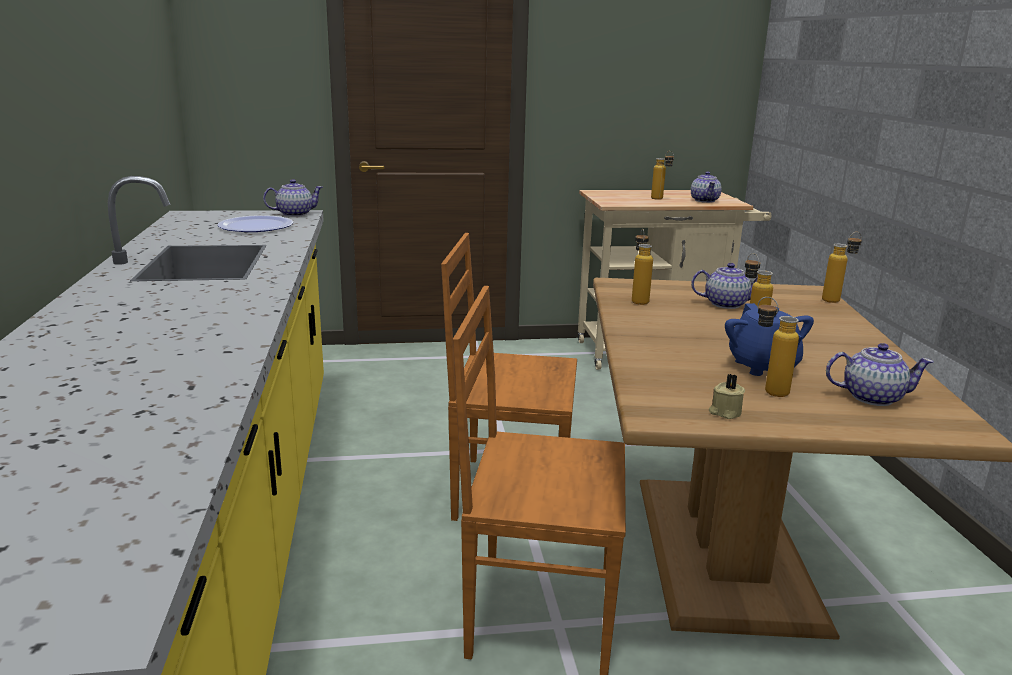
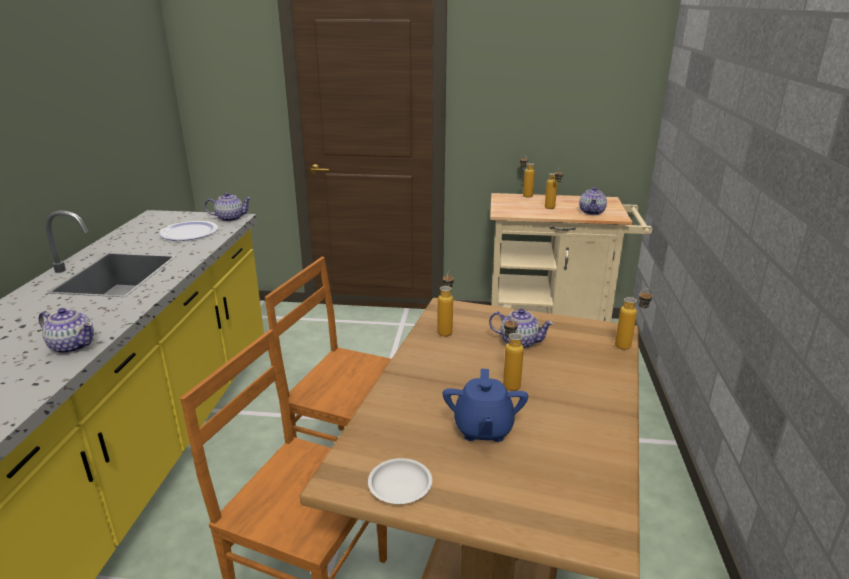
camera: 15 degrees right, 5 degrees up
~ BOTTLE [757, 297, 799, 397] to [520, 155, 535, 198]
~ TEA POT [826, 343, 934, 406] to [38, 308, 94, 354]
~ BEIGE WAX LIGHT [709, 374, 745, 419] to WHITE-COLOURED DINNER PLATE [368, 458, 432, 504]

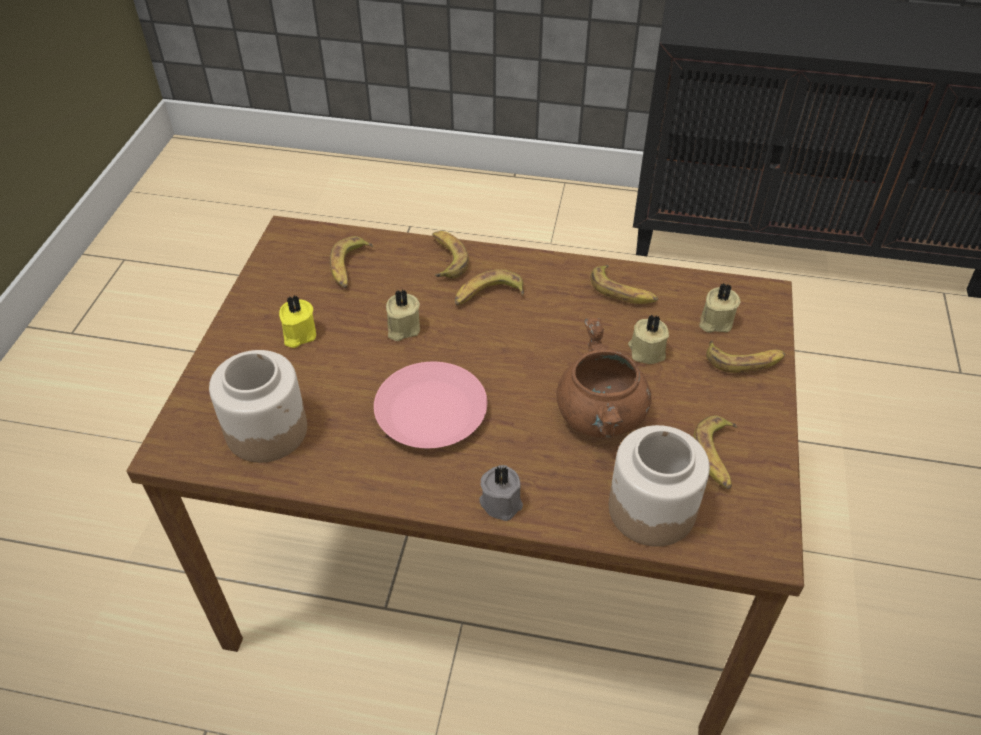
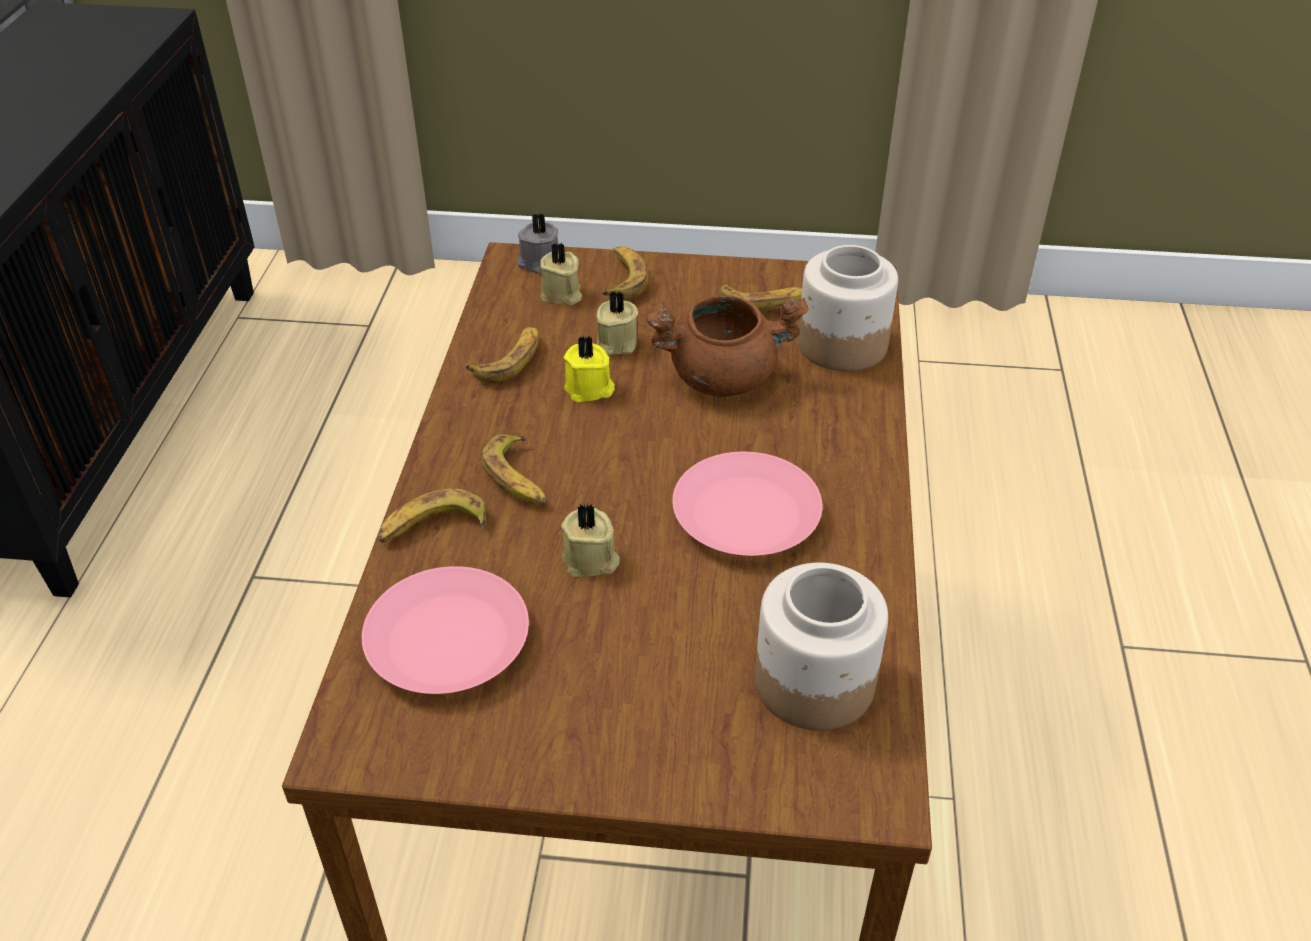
camera: 95 degrees left, 5 degrees down
~ YELLOW-COLOURED WAX LIGHT [279, 295, 316, 348] to [564, 336, 615, 402]
~ GRAY WAX LIGHT [479, 465, 523, 521] to [517, 213, 558, 274]
~ WHOLE BANANA [330, 236, 373, 289] to PINK-COLOURED DINNER PLATE [362, 566, 529, 694]

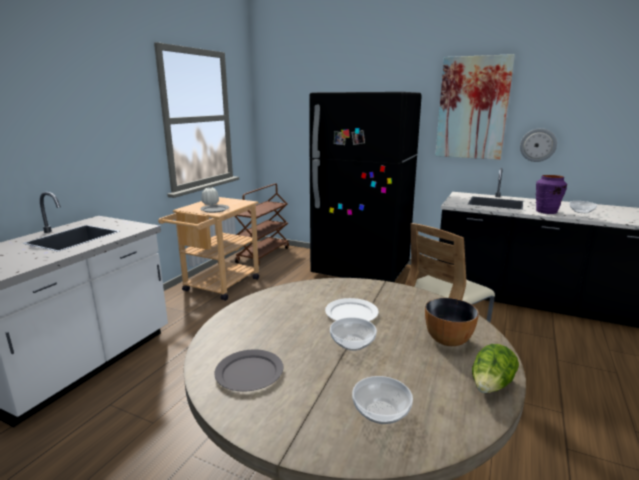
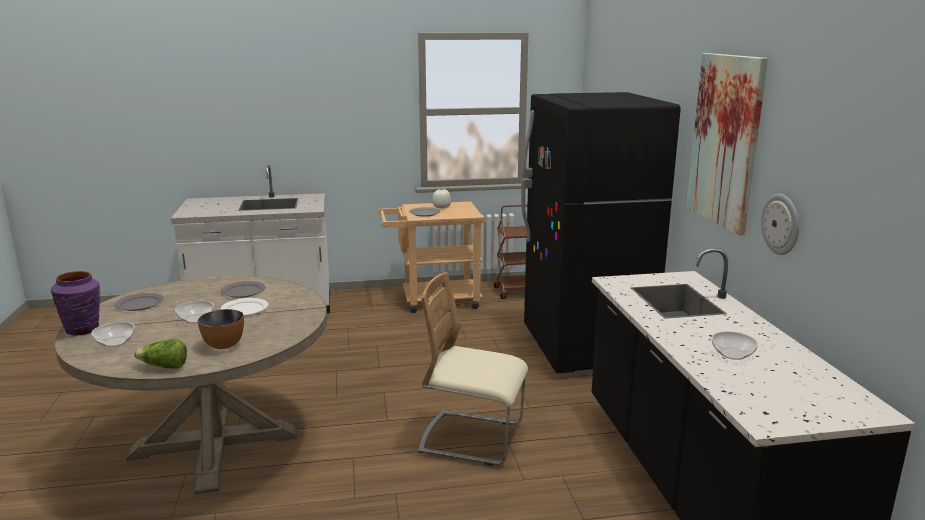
camera: 55 degrees right, 0 degrees up
+ GRAY DINNER PLATE [220, 281, 265, 298]
~ PURPLE VASE [536, 175, 567, 214] to [51, 271, 101, 335]

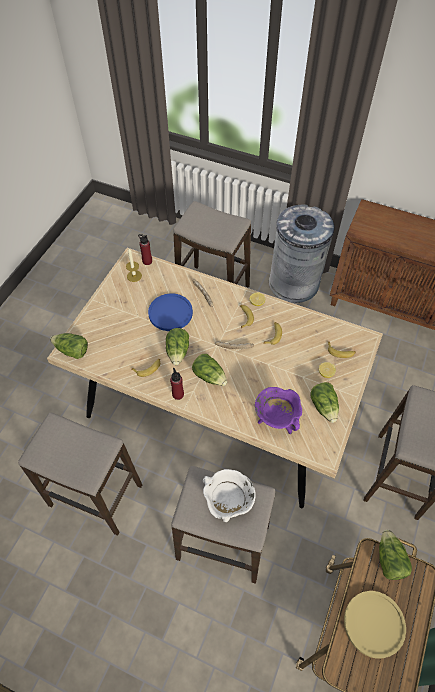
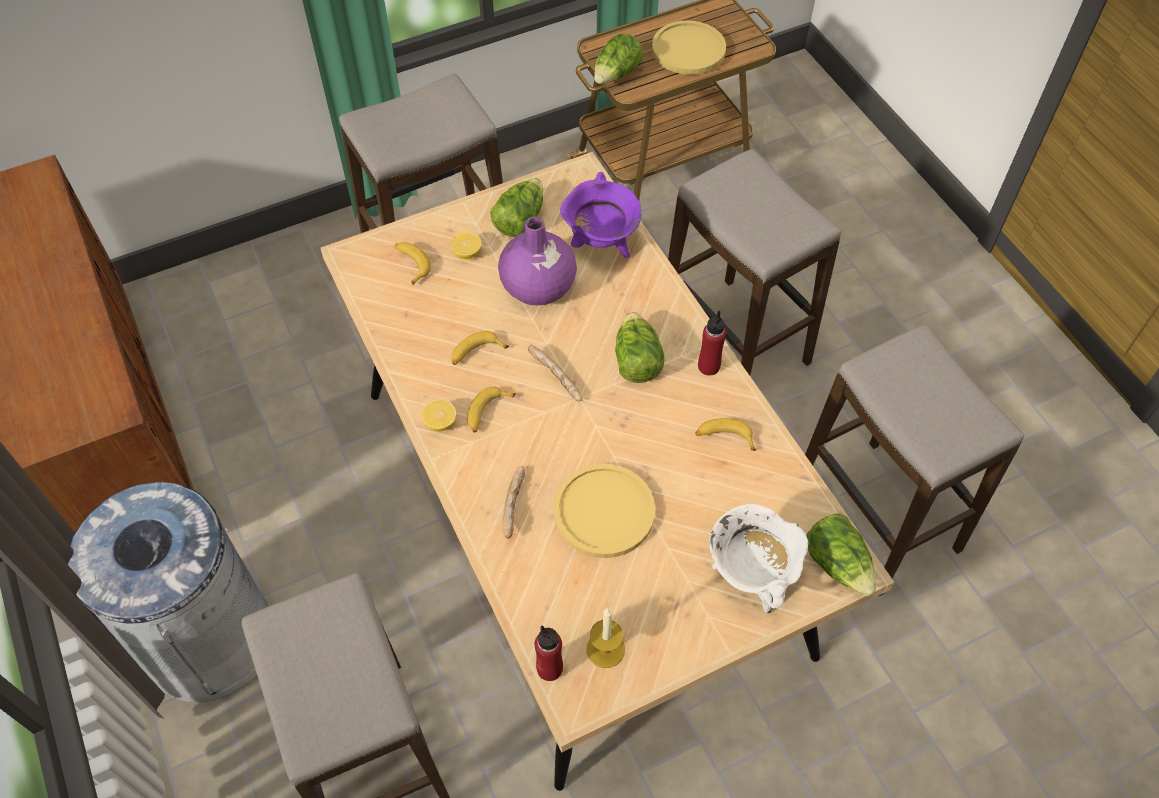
camera: 140 degrees left, 0 degrees up
- LETTUCE HEAD [166, 328, 189, 365]
+ PURPLE VASE [498, 217, 577, 305]
~ WHITE-COLOURED STOCKPOT [203, 469, 256, 522] to [709, 504, 808, 614]
~ BLUISH DINNER PLATE [148, 293, 193, 331] to YELLOW-COLOURED DINNER PLATE [554, 464, 655, 558]

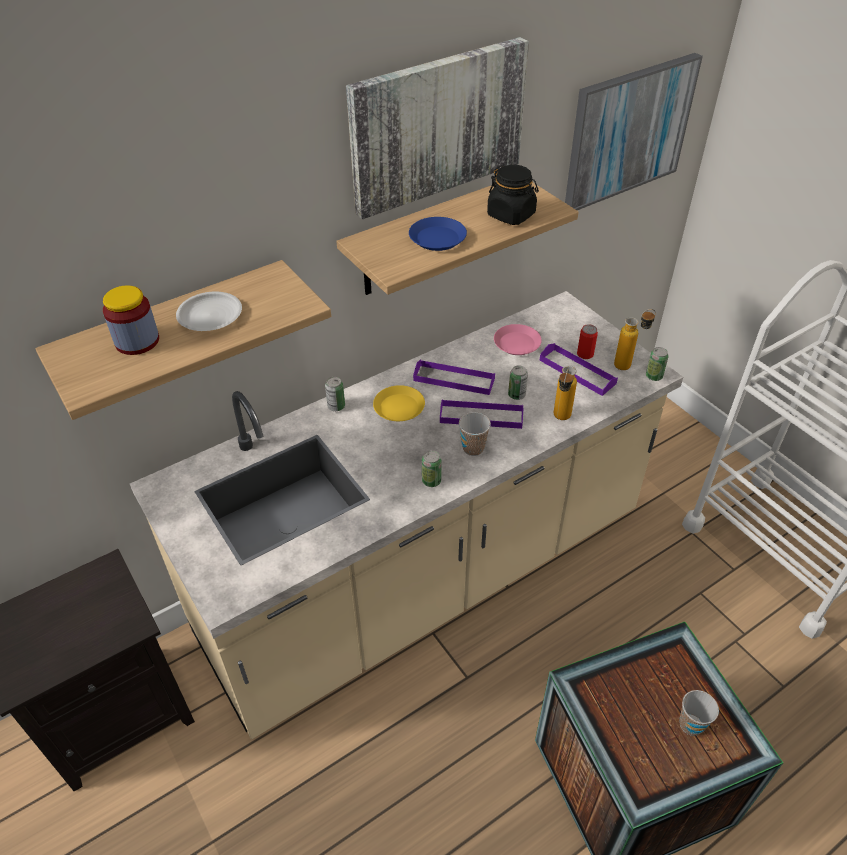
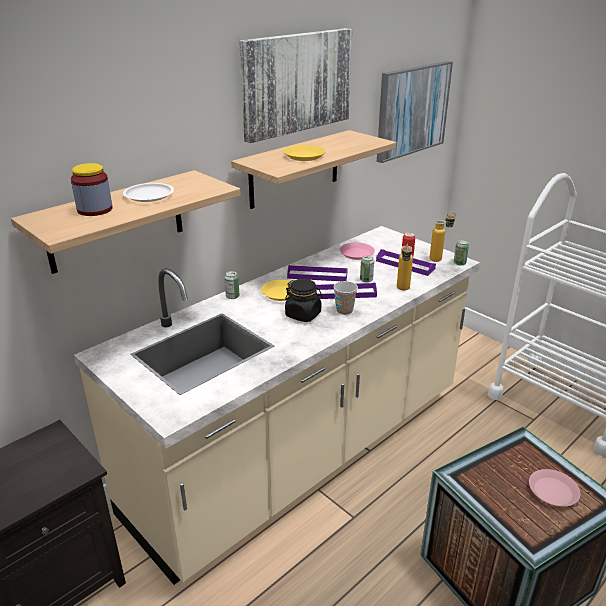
camera: 10 degrees left, 15 degrees down
- SEALED CAN [422, 450, 442, 487]
~ BLACK JAR [487, 165, 539, 225] to [285, 279, 323, 322]
~ DRINKING CUP [679, 690, 719, 736] to PINK-COLOURED DINNER PLATE [529, 469, 580, 507]
~ BLUISH DINNER PLATE [409, 217, 467, 251] to YELLOW-COLOURED DINNER PLATE [284, 145, 326, 161]

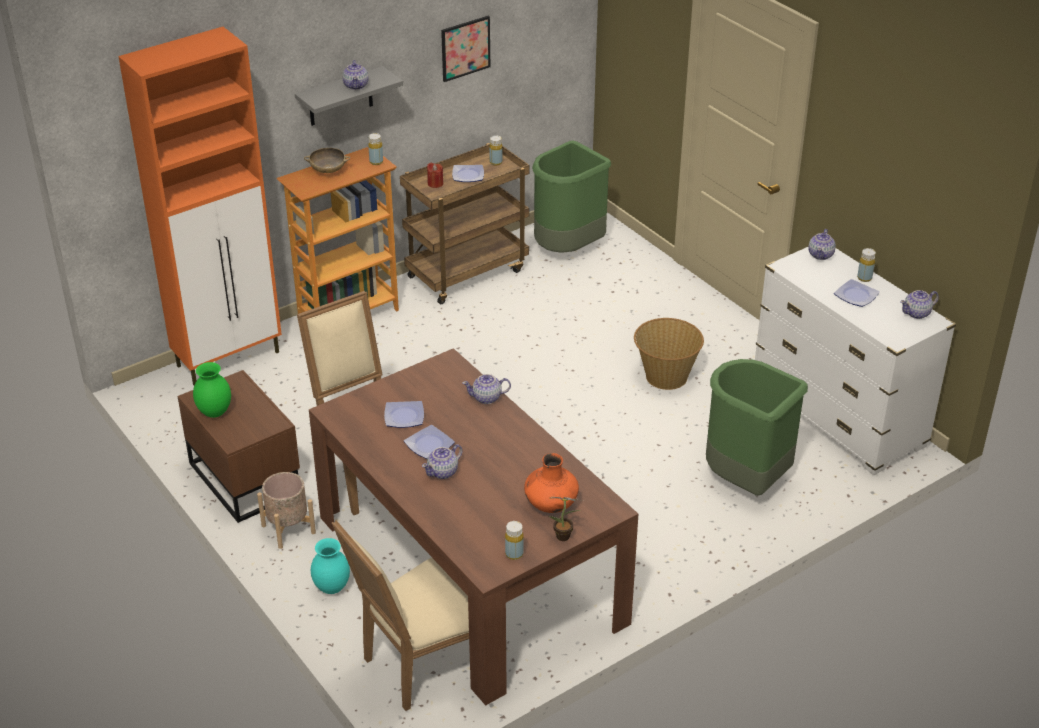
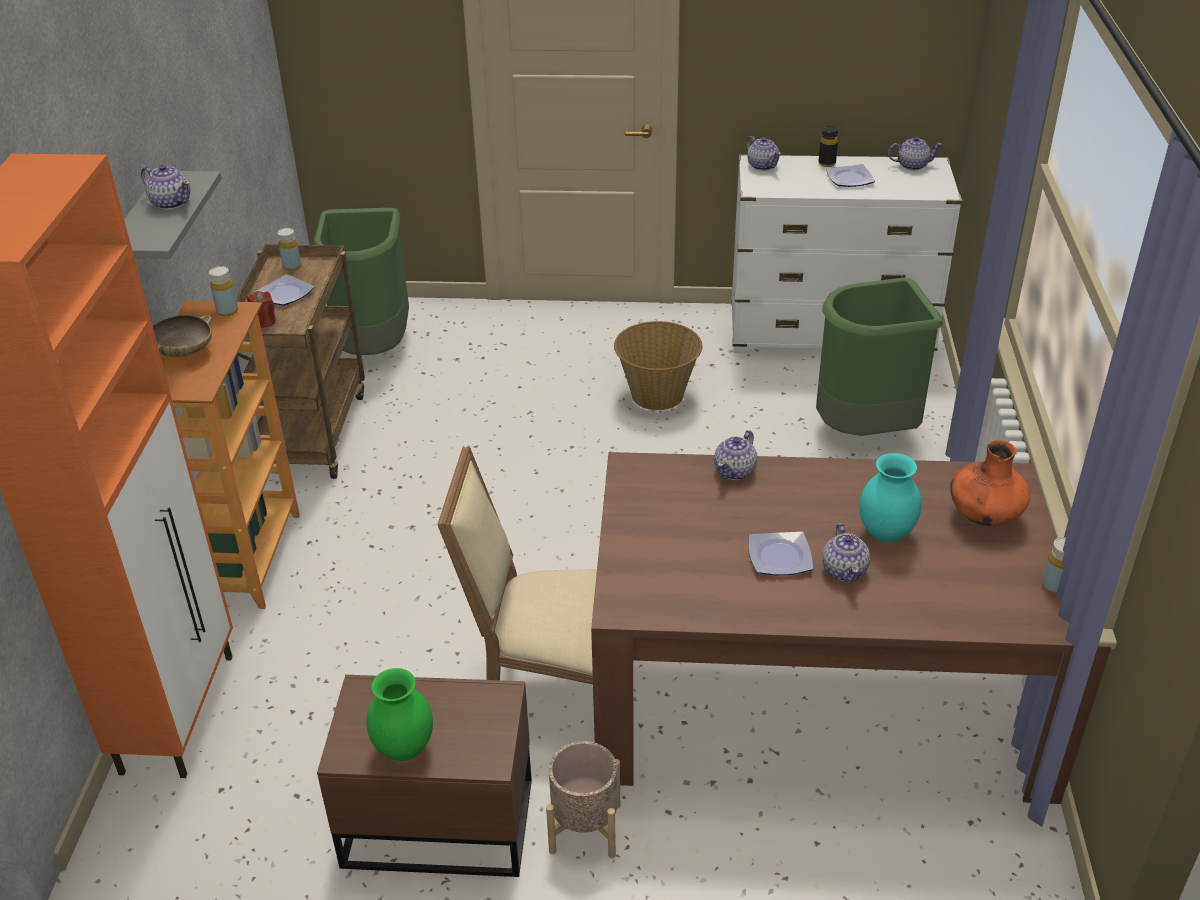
camera: 50 degrees left, 0 degrees up
- BEIGE CHAIR [332, 520, 469, 711]
- DINNER PLATE [384, 401, 424, 428]
- WALL ART [441, 16, 490, 82]
- PLANT IN A POT [549, 497, 583, 541]
~ TURQUOISE-COLOURED VASE [311, 538, 350, 594] to [859, 453, 922, 543]
~ YELLOW-COLOURED BOTTLE [857, 248, 876, 282] to BLACK BOTTLE [819, 126, 838, 167]
~ TEA POT [900, 290, 939, 319] = [888, 137, 942, 170] 105 degrees counterclockwise

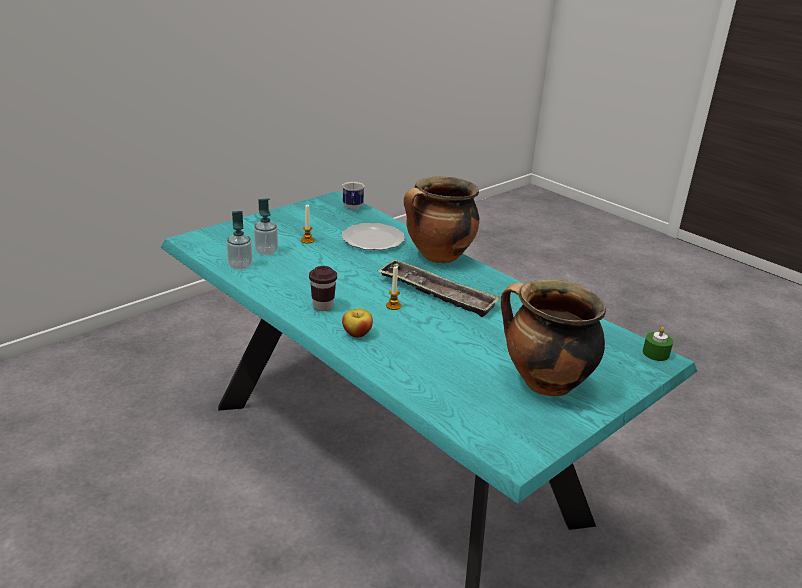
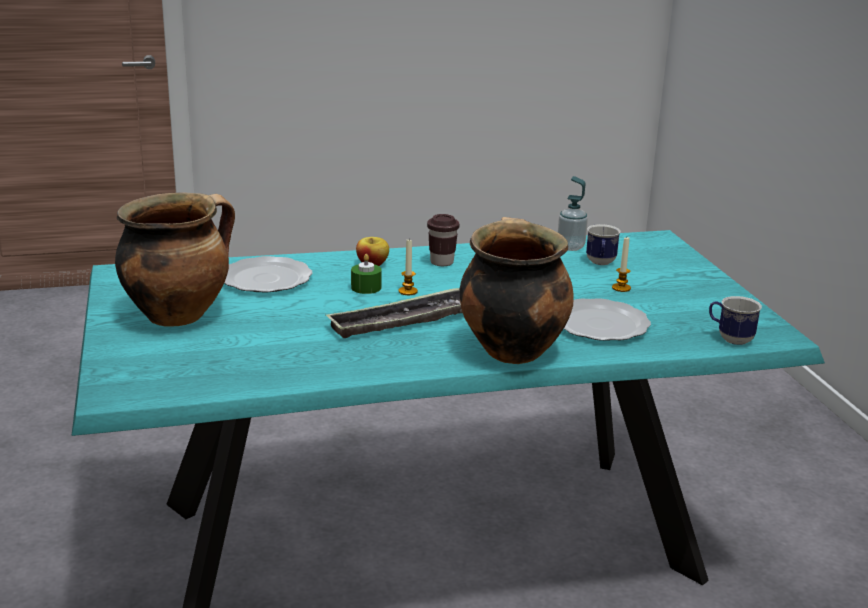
camera: 120 degrees right, 5 degrees down
+ DINNER PLATE [224, 256, 313, 292]
~ GREEN WAX LIGHT [643, 327, 673, 361] to [351, 254, 382, 294]
~ SOAP DISPENSER [254, 198, 278, 255] to TEA MUG [586, 224, 621, 265]

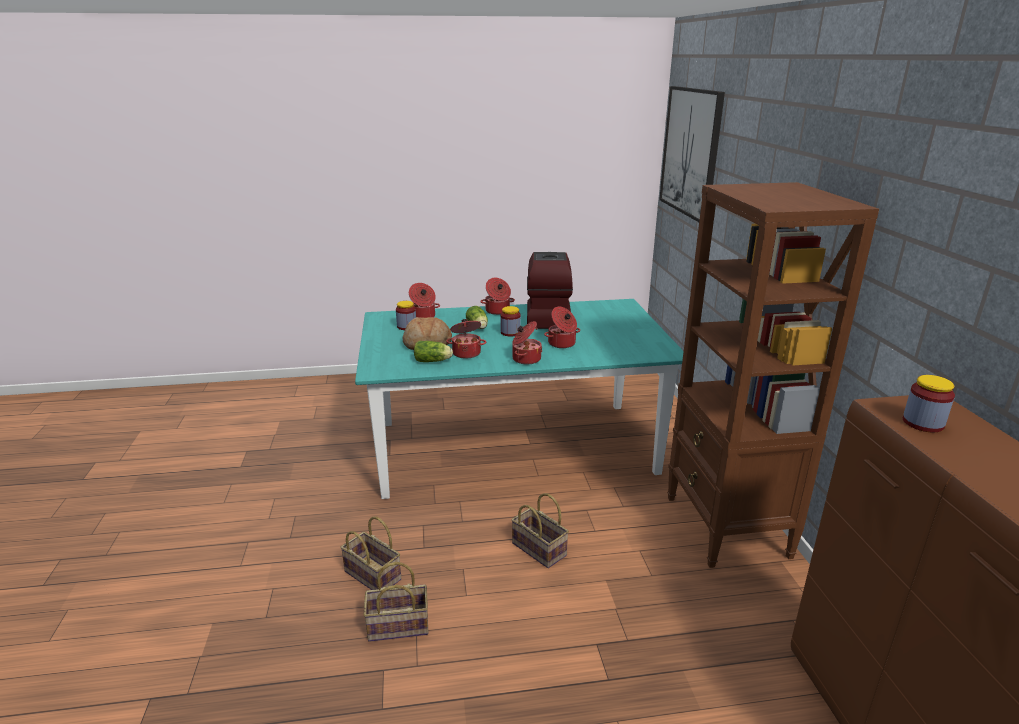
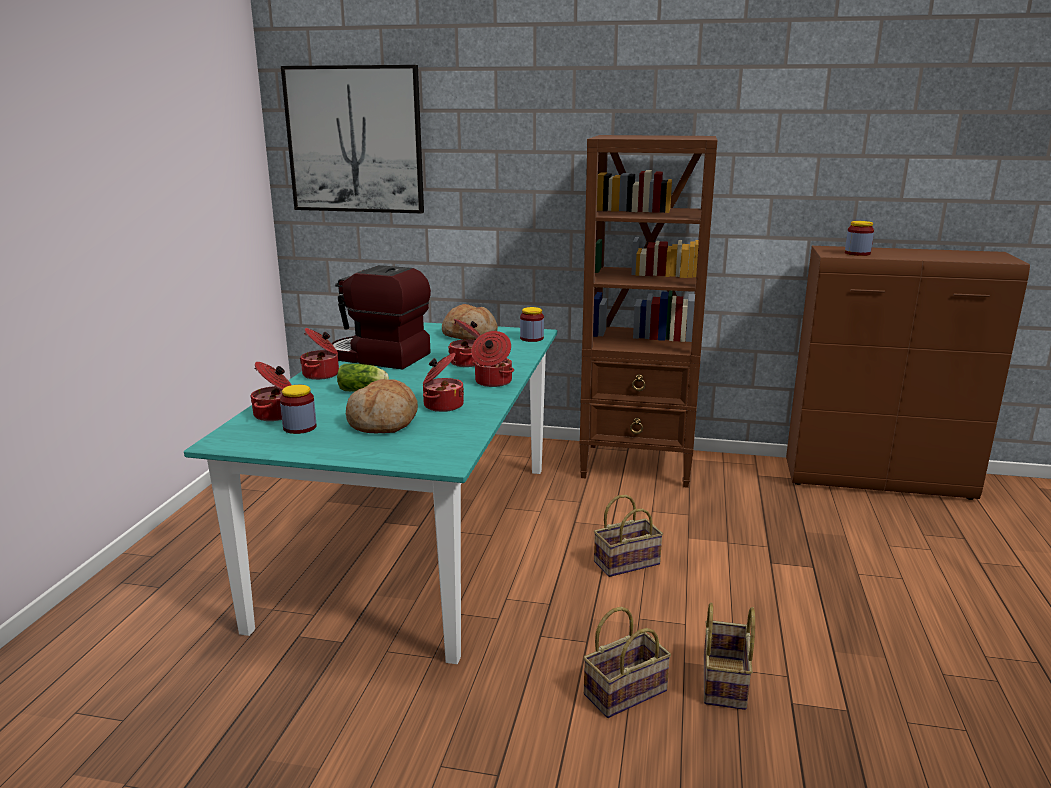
camera: 70 degrees left, 5 degrees down
- LETTUCE HEAD [414, 341, 453, 362]
+ BAKERY BREAD [442, 304, 498, 340]
~ JAR [500, 306, 521, 336] to [520, 307, 544, 342]

